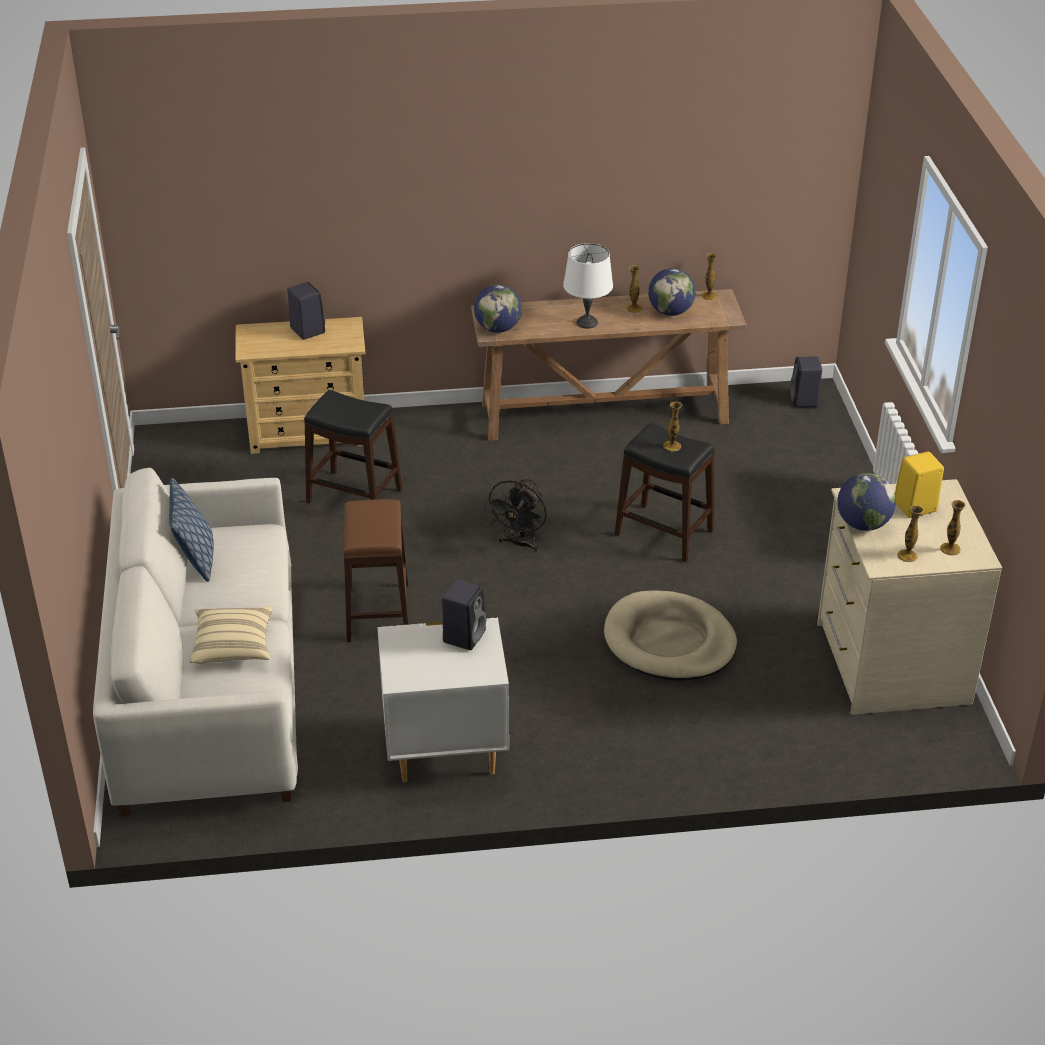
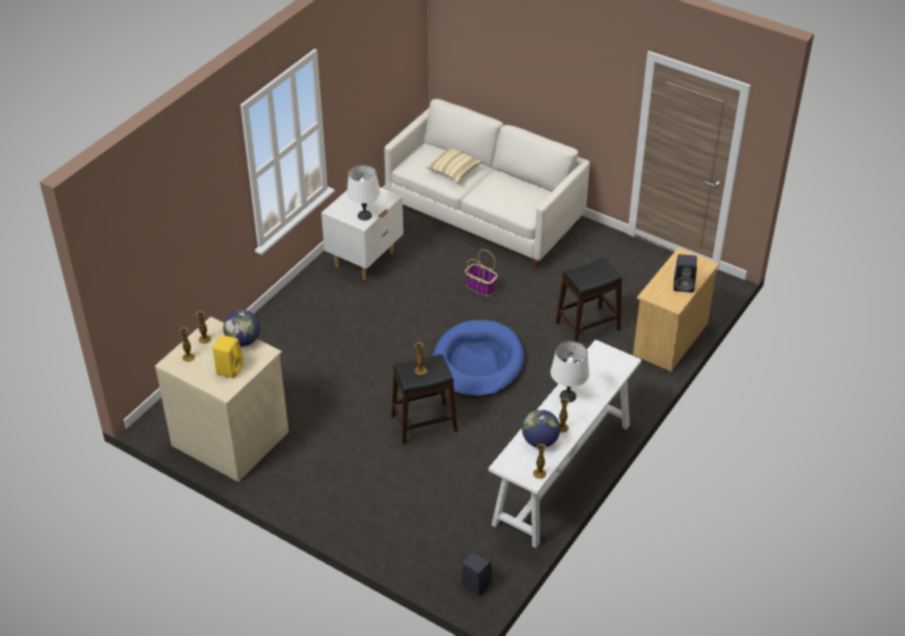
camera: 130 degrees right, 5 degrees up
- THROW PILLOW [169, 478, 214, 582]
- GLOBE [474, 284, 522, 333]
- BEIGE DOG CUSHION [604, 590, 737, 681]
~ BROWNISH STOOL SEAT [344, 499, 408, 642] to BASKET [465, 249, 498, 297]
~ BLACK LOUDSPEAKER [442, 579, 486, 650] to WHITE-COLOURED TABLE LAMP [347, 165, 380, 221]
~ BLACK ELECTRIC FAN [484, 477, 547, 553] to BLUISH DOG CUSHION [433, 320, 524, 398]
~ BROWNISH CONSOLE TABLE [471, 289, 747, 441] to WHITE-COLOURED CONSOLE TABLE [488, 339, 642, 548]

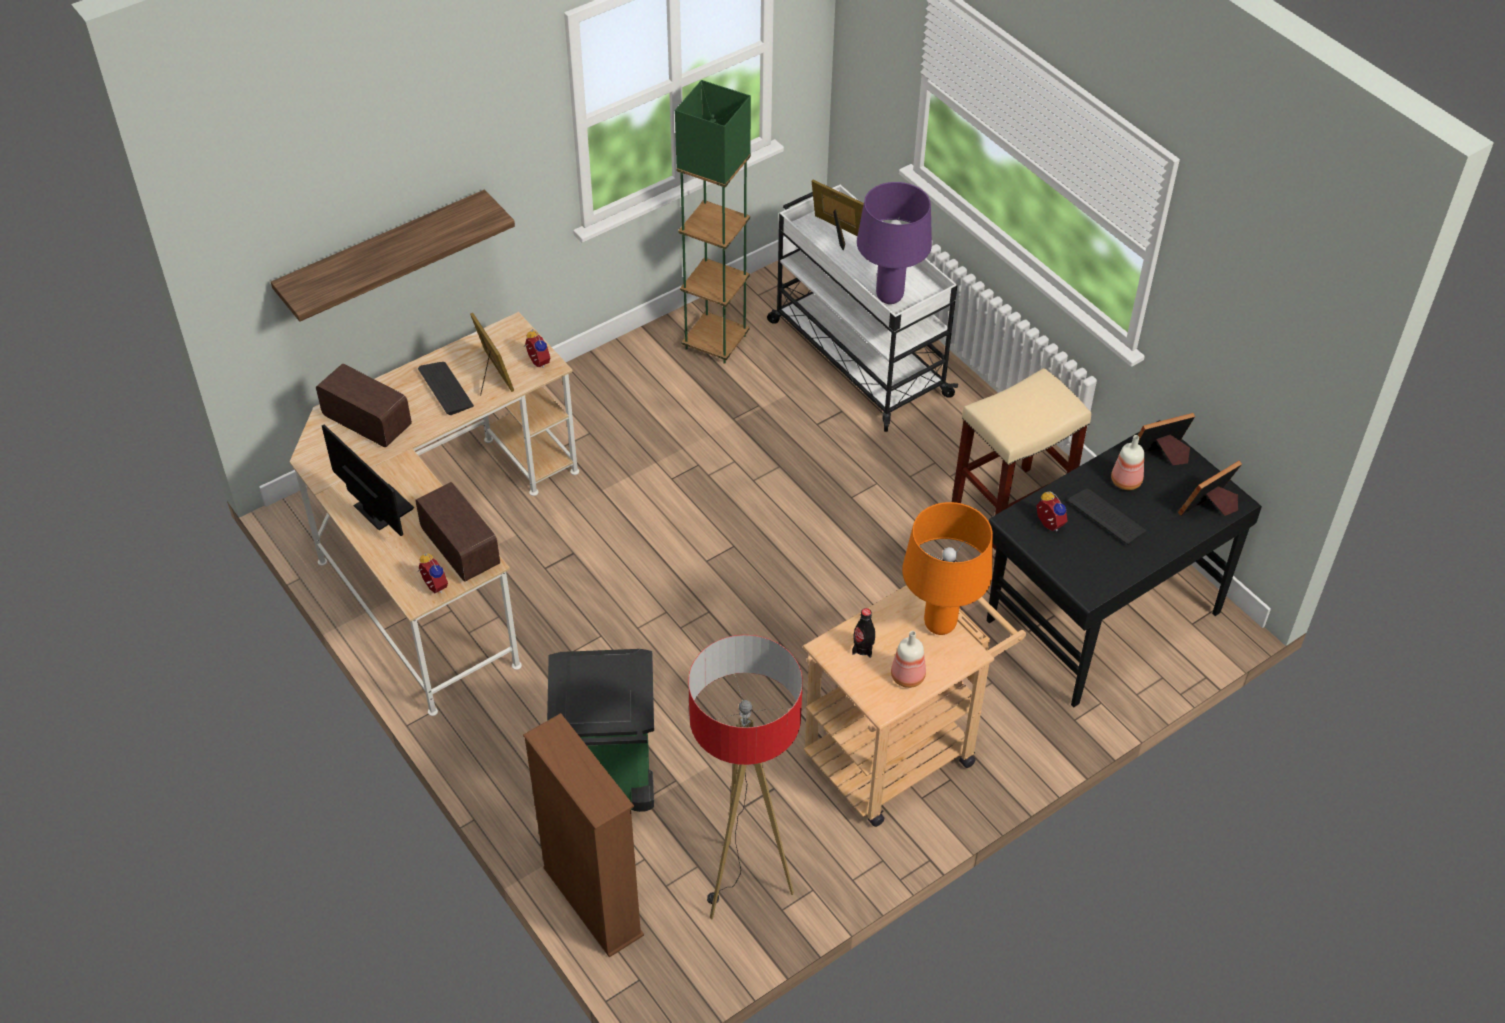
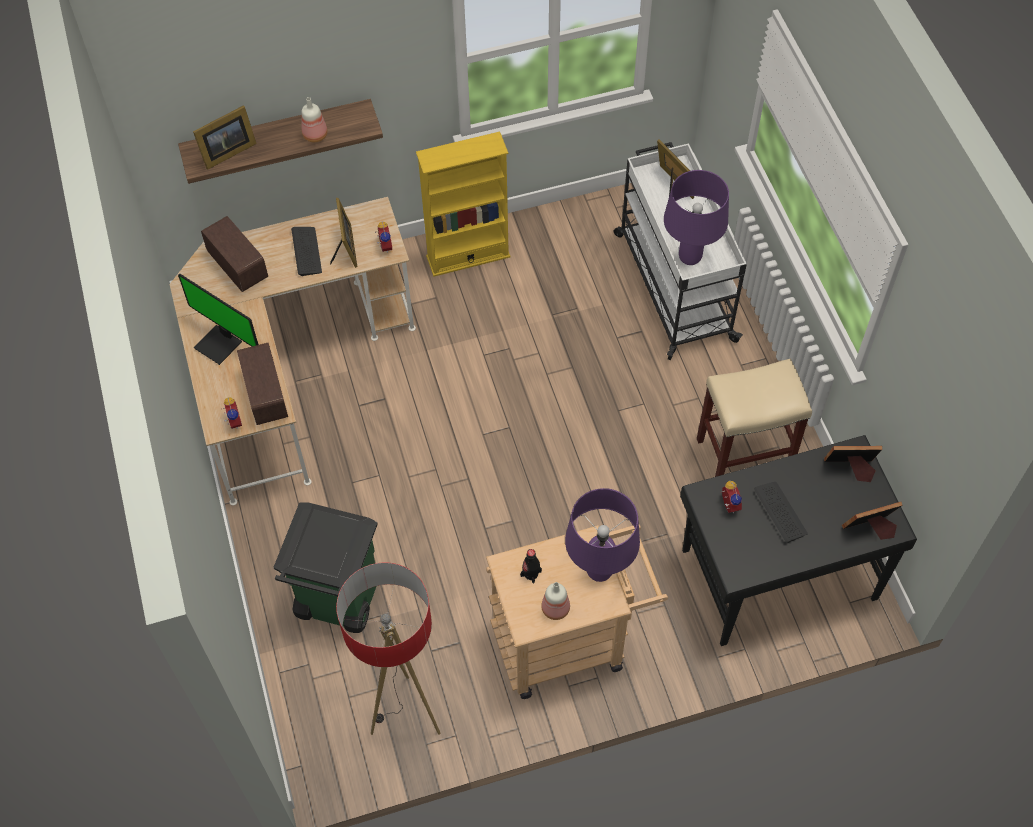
camera: 20 degrees right, 10 degrees up
- BROWNISH BOOKCASE [523, 713, 644, 957]
- GREEN STANDARD LAMP [675, 80, 751, 364]
+ STANDING FRAME [193, 105, 257, 170]
+ YELLOW-COLOURED BOOKCASE [416, 132, 510, 277]
~ BOTTLE [1111, 435, 1144, 490] to [301, 97, 328, 142]
~ ORANGEY TABLE LAMP [902, 502, 993, 635] to PURPLE TABLE LAMP [565, 488, 640, 582]
~ COMPUTER DISPLAY [322, 425, 414, 536] = [178, 274, 258, 365] 150 degrees clockwise

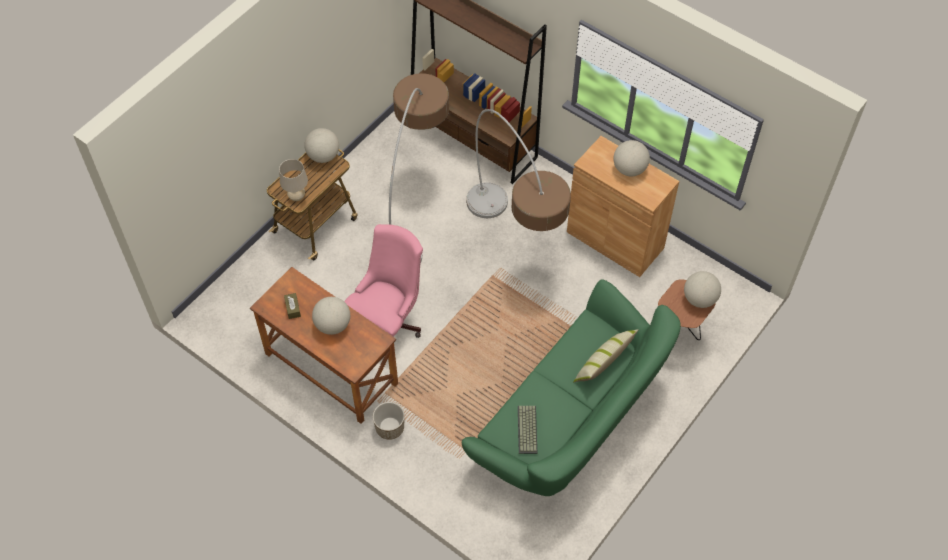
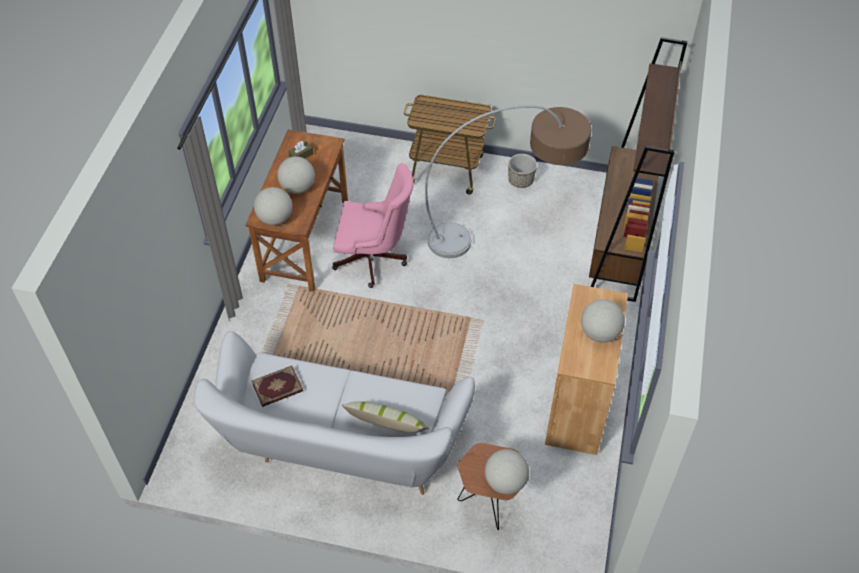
camera: 65 degrees right, 5 degrees down
- BEIGE TABLE LAMP [279, 159, 308, 201]
- STANDARD LAMP [466, 109, 571, 231]
~ GLOBE [304, 128, 339, 163] to [254, 187, 292, 225]
~ FLOWER POT [373, 402, 405, 440] to [508, 154, 537, 188]
~ COMPUTER KEYBOARD [518, 406, 537, 454] to BOOK [252, 366, 303, 407]
~ GREEN SOFA [462, 279, 681, 496] to WHITE-COLOURED SOFA [194, 331, 475, 495]

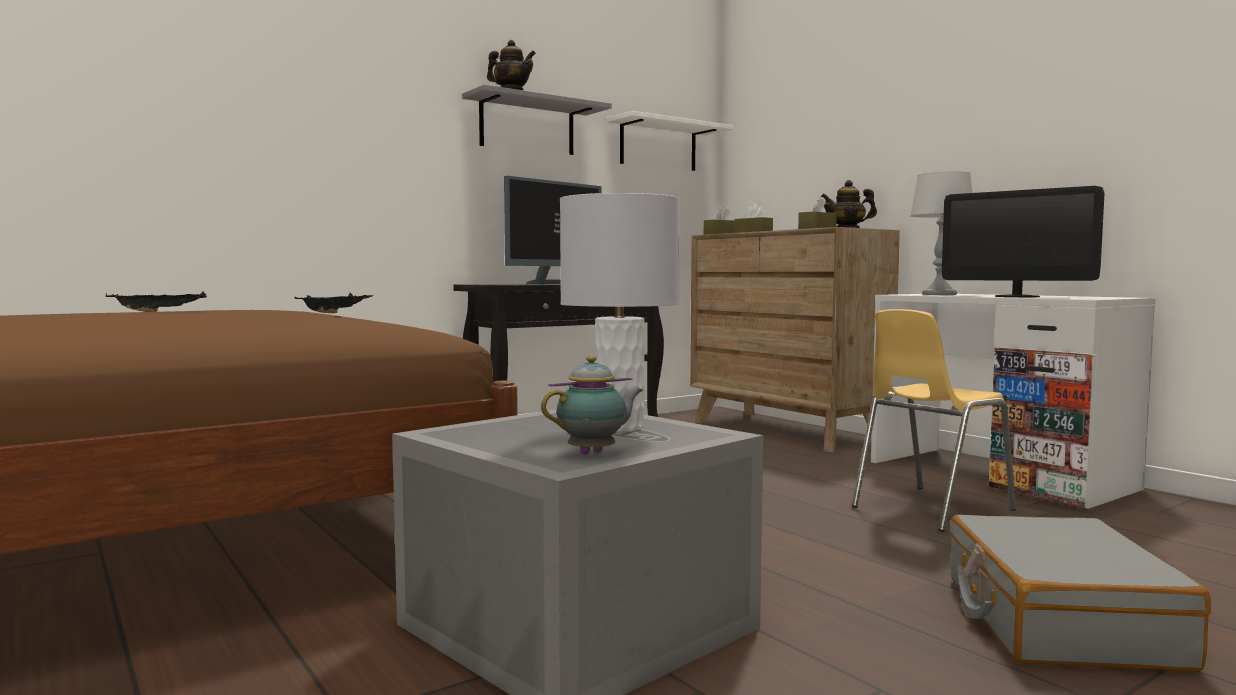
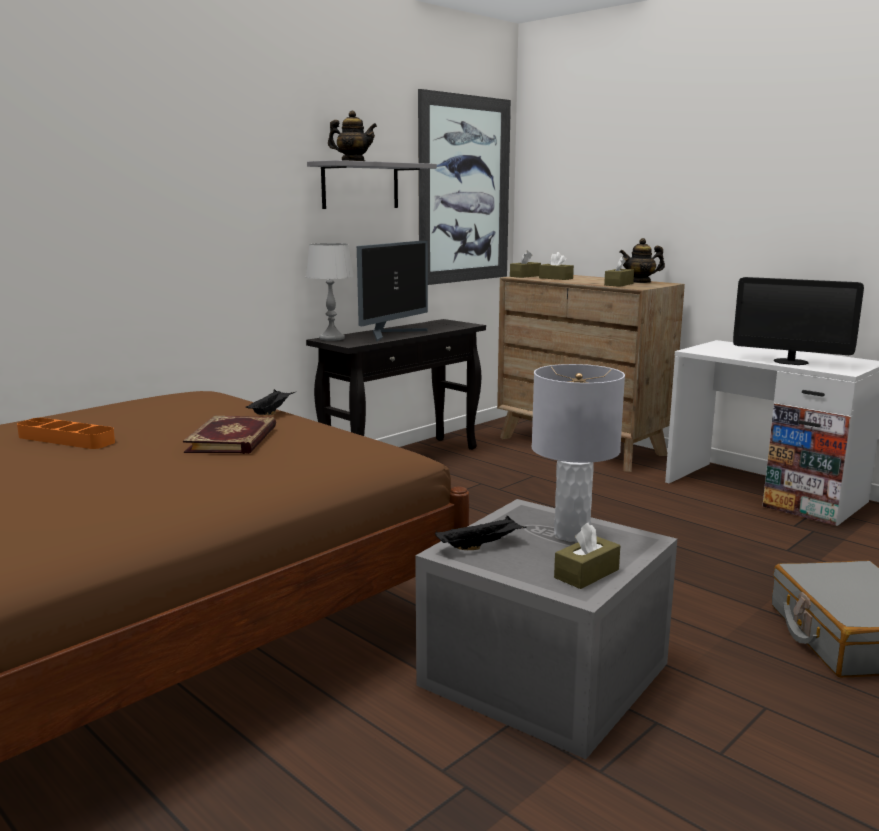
camera: 10 degrees left, 10 degrees up
- YELLOW-COLOURED CHAIR [852, 309, 1016, 532]
+ ORANGEY SERVING TRAY [17, 418, 115, 449]
+ BOOK [183, 416, 276, 454]
~ BLACK SERVING TRAY [106, 291, 207, 312] to [435, 516, 526, 550]
~ GRAY TABLE LAMP [910, 171, 972, 295] to [306, 243, 354, 341]
~ TEA POT [541, 355, 643, 454] to BROWNISH BOX OF TISSUES [554, 523, 620, 589]
~ WHITE-COLOURED SHELF [607, 111, 734, 171] to WALL ART [418, 89, 511, 285]

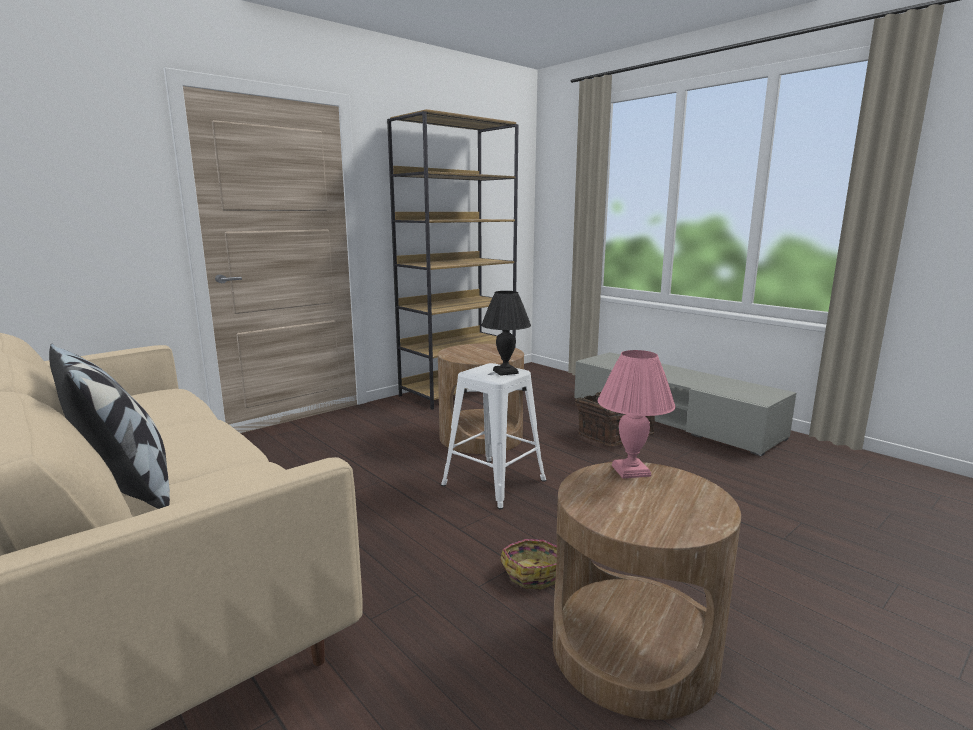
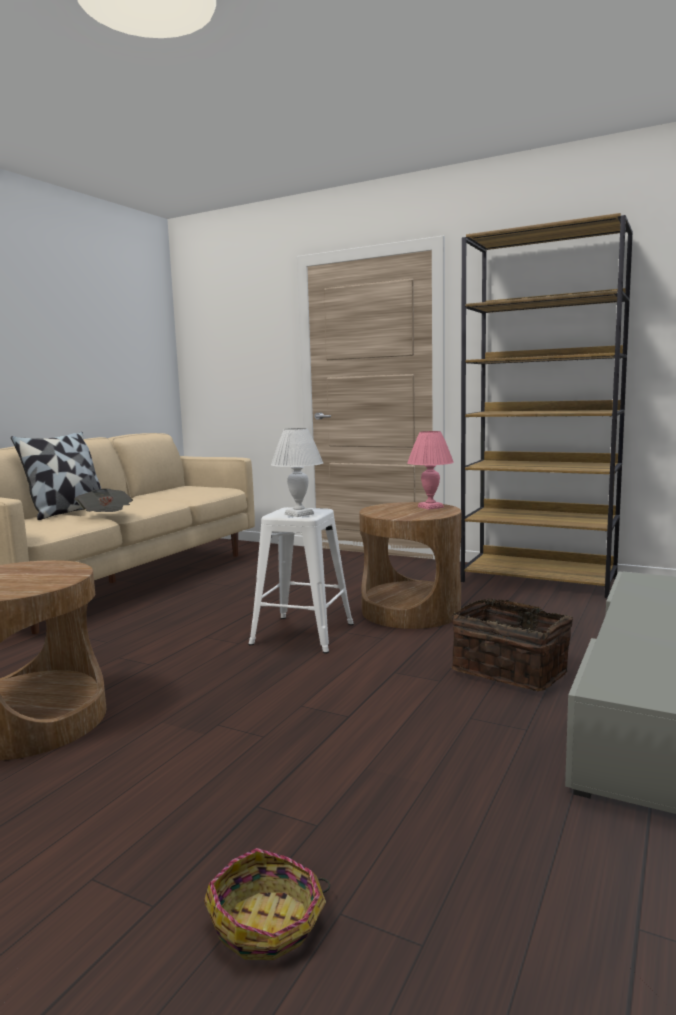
camera: 70 degrees right, 5 degrees down
+ PRINTED PAPER [74, 488, 133, 512]
~ BASKET [500, 539, 557, 589] to [204, 848, 330, 960]
~ PINK-COLOURED TABLE LAMP [598, 350, 676, 478] to [407, 431, 454, 510]
~ BLACK TABLE LAMP [481, 291, 531, 376] to WHITE-COLOURED TABLE LAMP [271, 428, 323, 517]

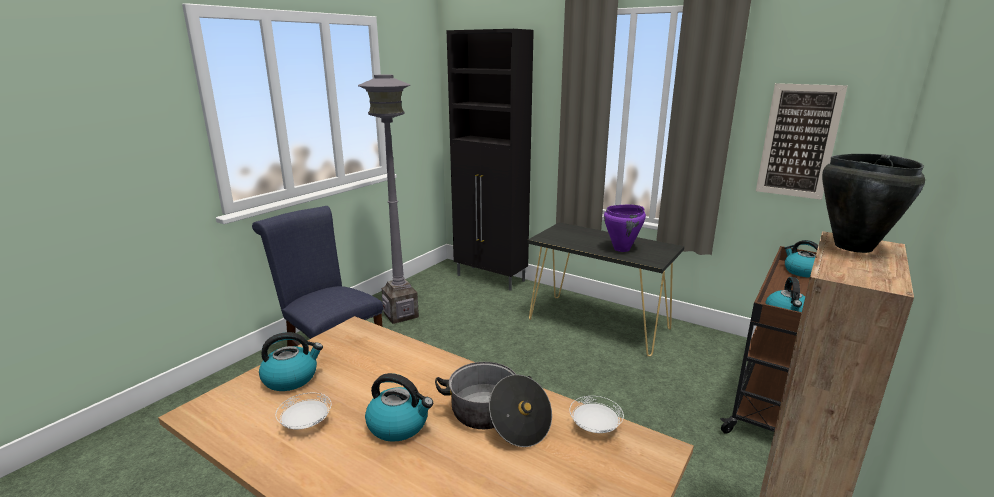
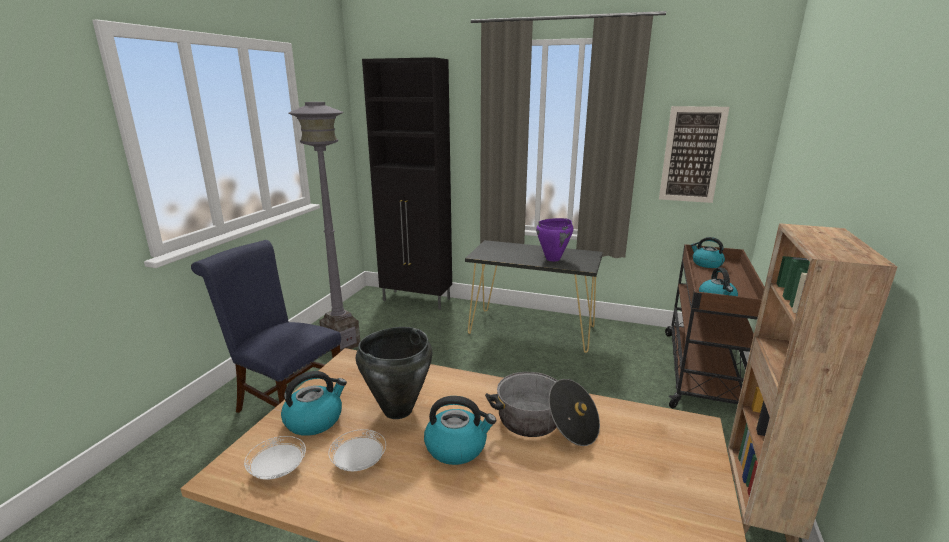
camera: 15 degrees left, 0 degrees up
~ WHITE-COLOURED DINNER PLATE [570, 396, 624, 433] to [244, 436, 306, 480]
~ BLACK STOCKPOT [822, 154, 925, 253] to [356, 327, 432, 419]

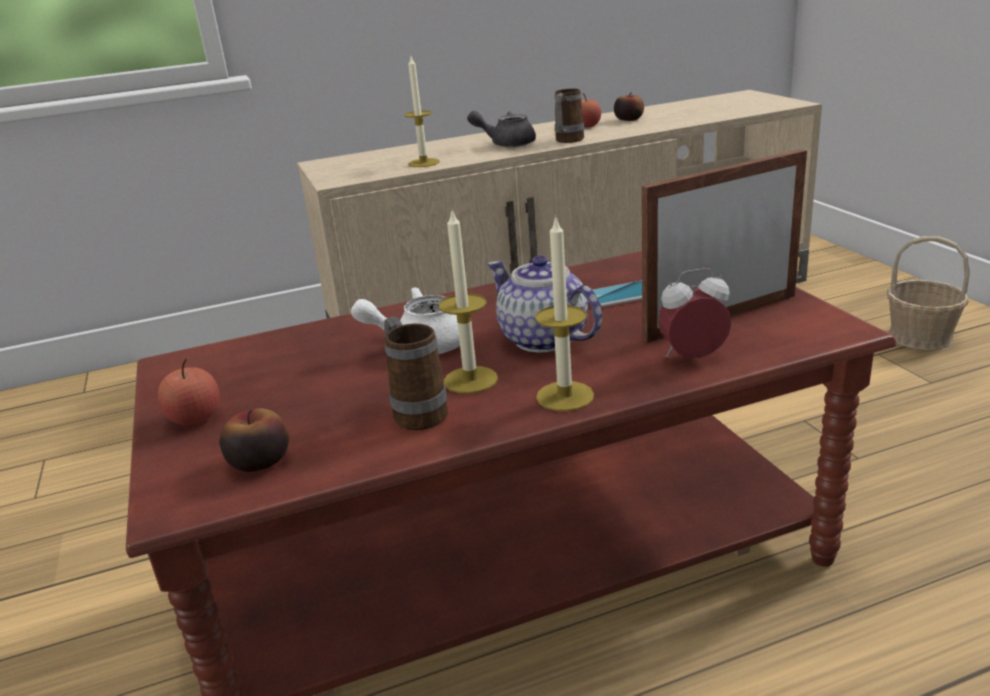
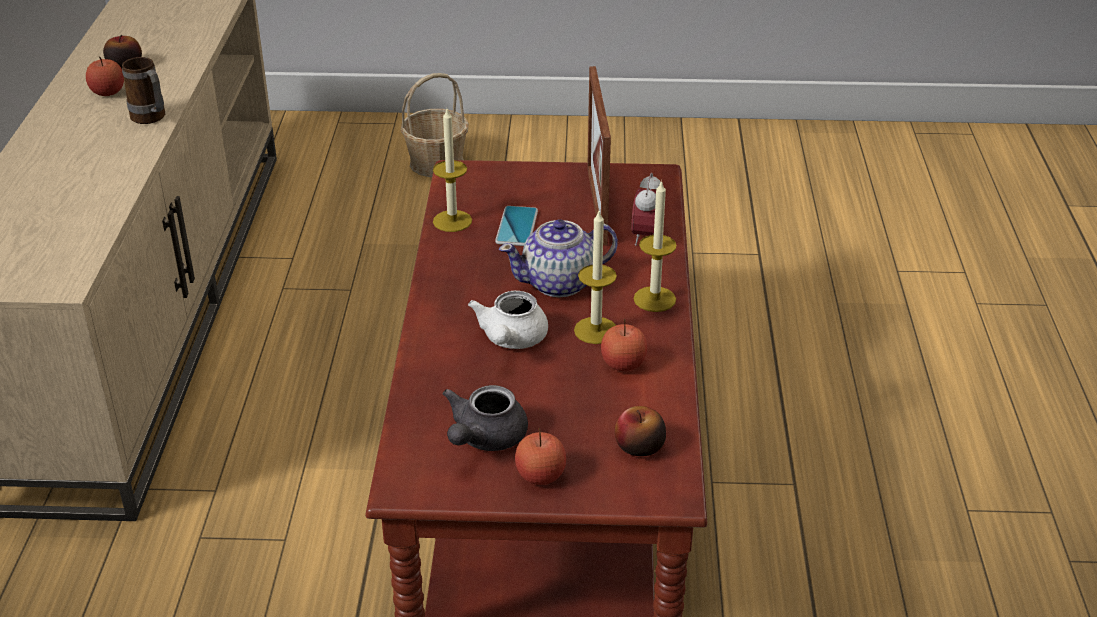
camera: 70 degrees left, 10 degrees up
~ WAX LIGHT [404, 57, 440, 167] to [433, 109, 472, 232]
~ GRAY TEA POT [467, 111, 536, 147] to [442, 385, 528, 451]
~ TEA MUG [384, 316, 448, 430] to APPLE FRUIT [601, 319, 647, 371]

